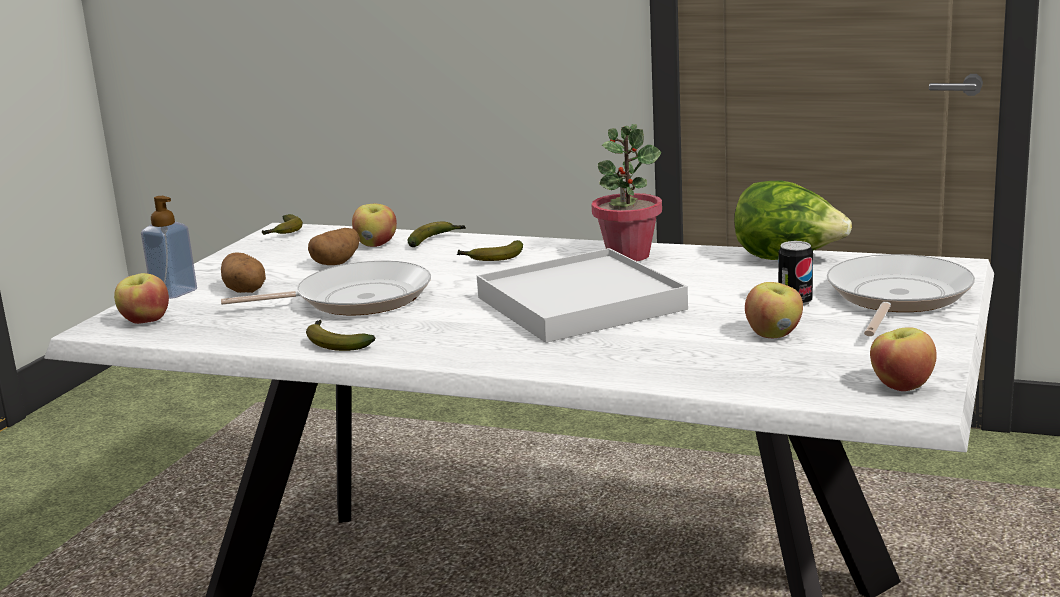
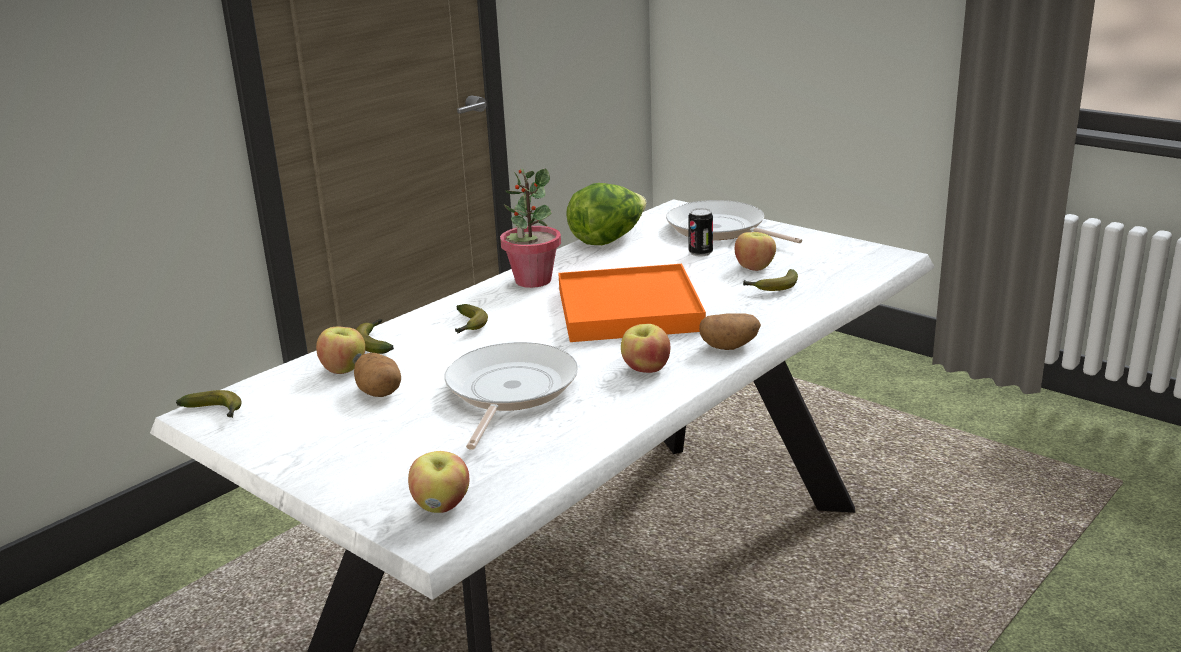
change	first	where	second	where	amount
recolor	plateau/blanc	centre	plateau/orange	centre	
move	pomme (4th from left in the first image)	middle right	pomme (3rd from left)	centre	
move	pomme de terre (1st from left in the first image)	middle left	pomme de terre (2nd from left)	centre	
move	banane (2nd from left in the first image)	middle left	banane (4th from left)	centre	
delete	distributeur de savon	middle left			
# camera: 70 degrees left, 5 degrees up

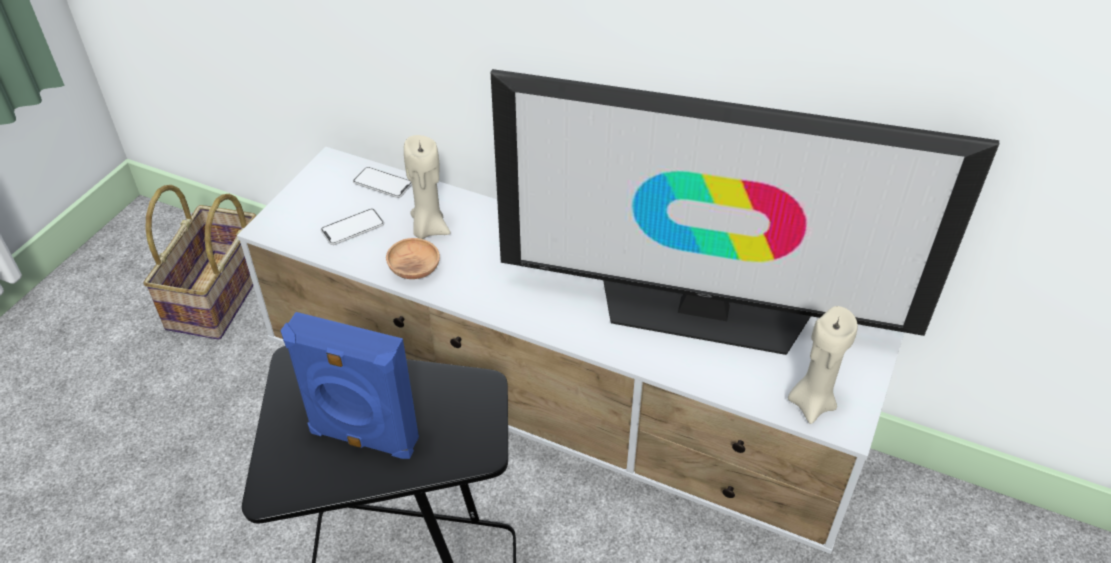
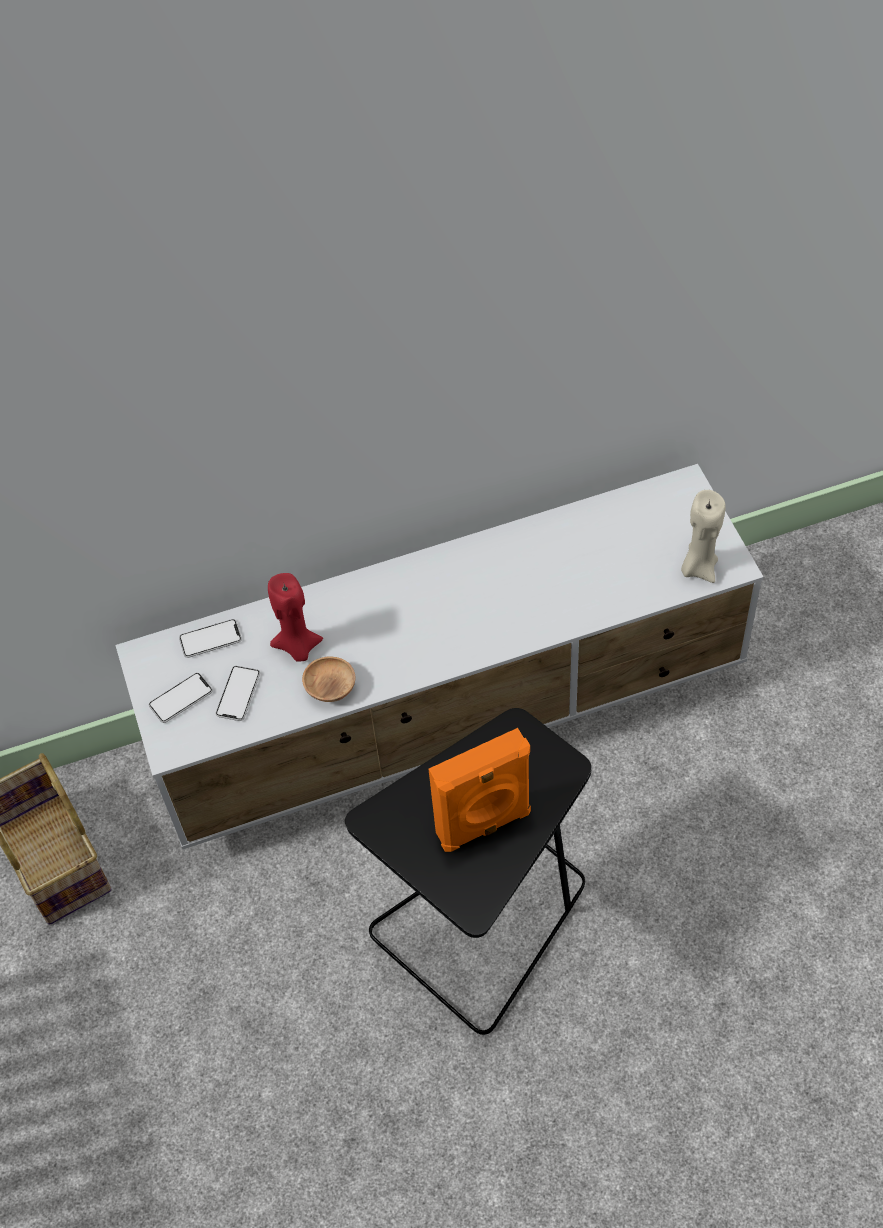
change	first	where	second	where	amount
insert			téléphone (1st from left)	middle left	
recolor	bougie/beige (1st from left)	top centre	bougie/rouge	centre	
recolor	enceinte/bleu	bottom left	enceinte/orange	centre	
delete	téléviseur	middle right			
# camera: 40 degrees left, 10 degrees up

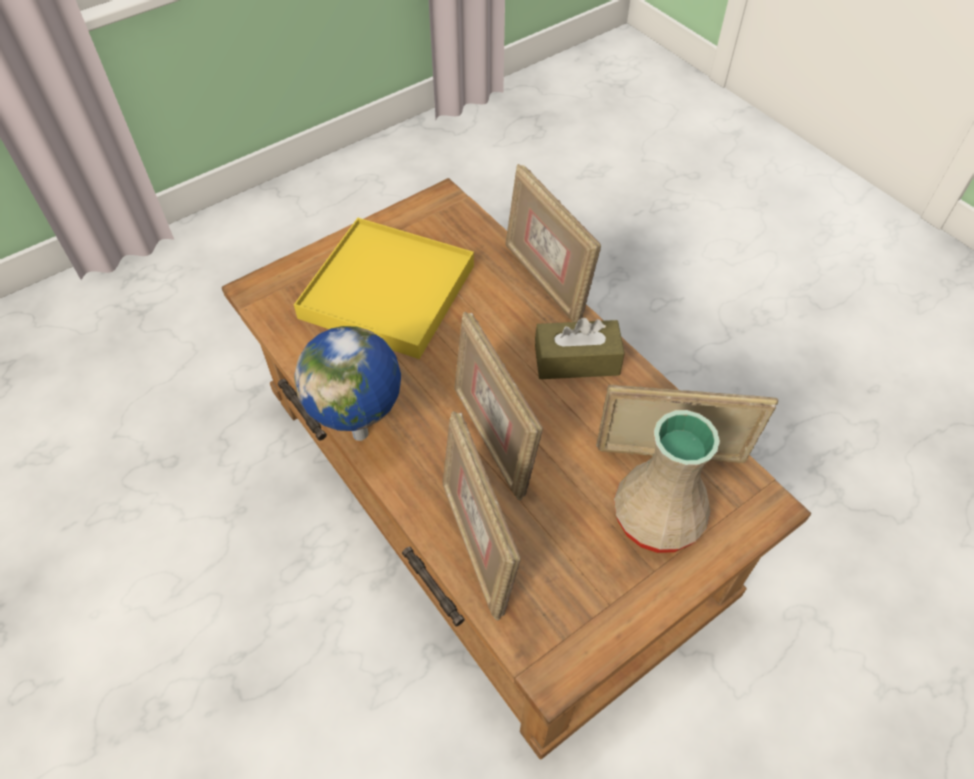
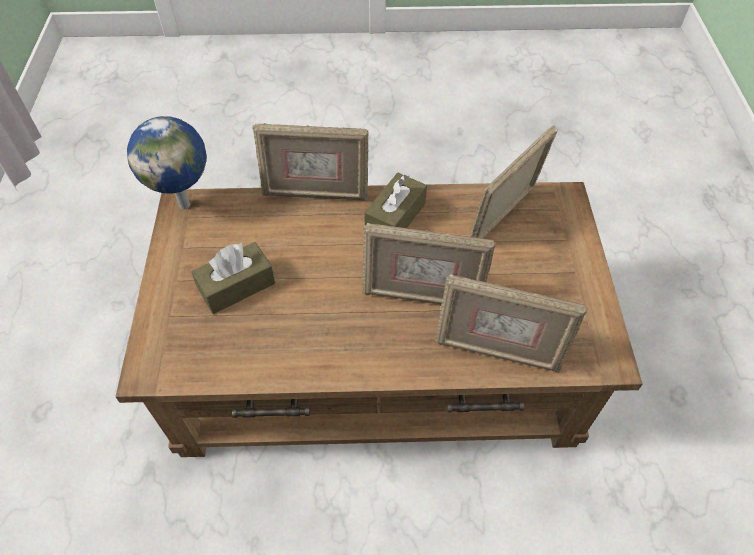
change	first	where	second	where	amount
move	globe	centre		top left	
replace	plateau/jaune	centre	boîte à mouchoirs/marron (1st from left)	middle left	
delete	vase/beige	middle right			
# camera: 55 degrees left, 0 degrees up

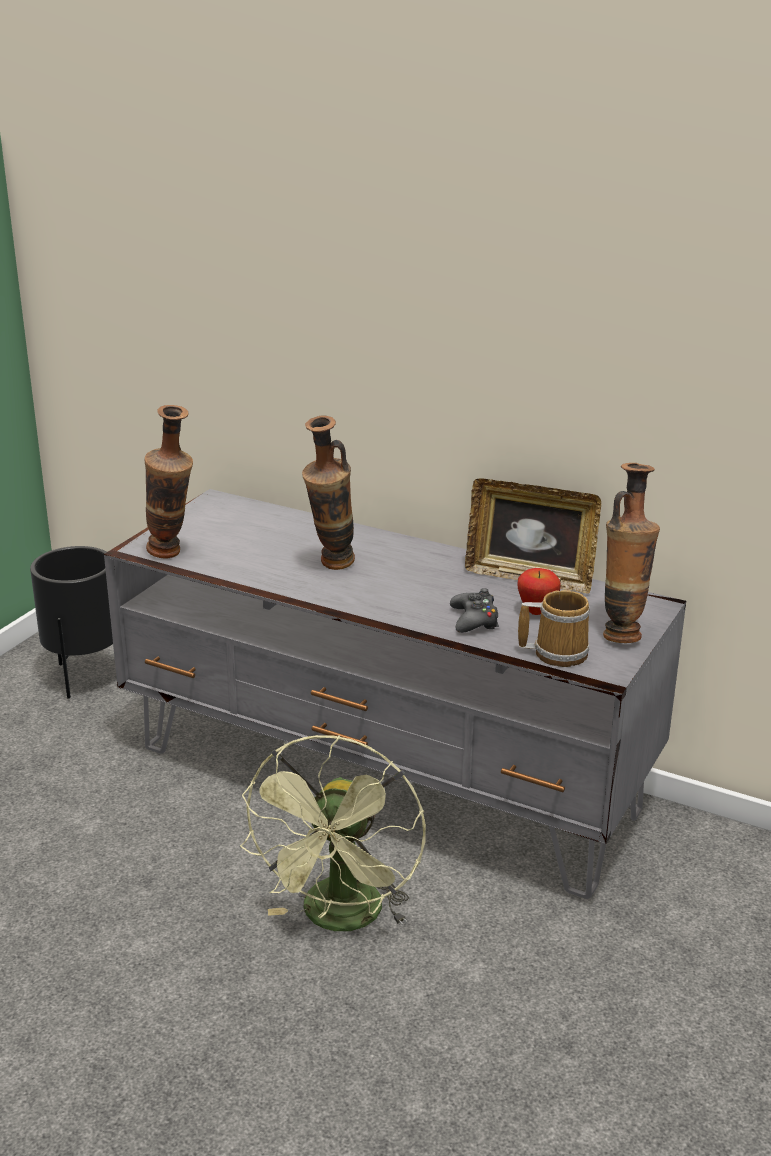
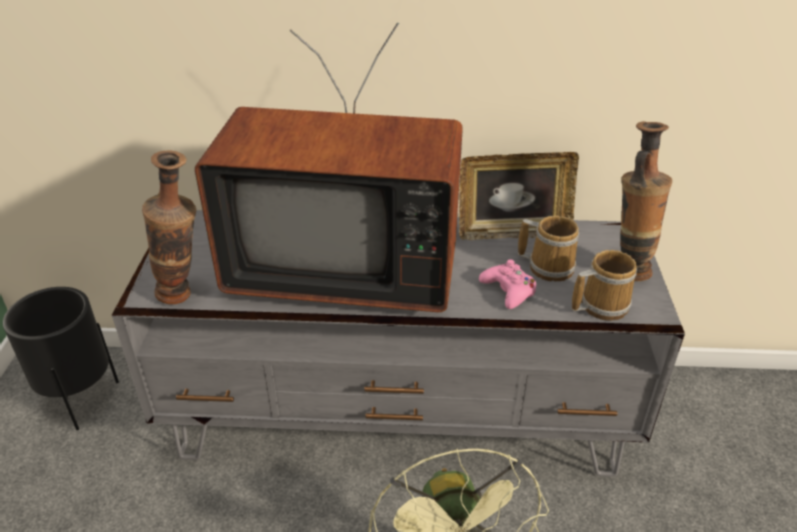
change	first	where	second	where	amount
replace	vase (2nd from left)	centre	téléviseur	top centre	
recolor	manette/noir	centre	manette/rose	centre	
replace	pomme	middle right	mug (1st from left)	middle right	
# camera: 25 degrees left, 10 degrees up

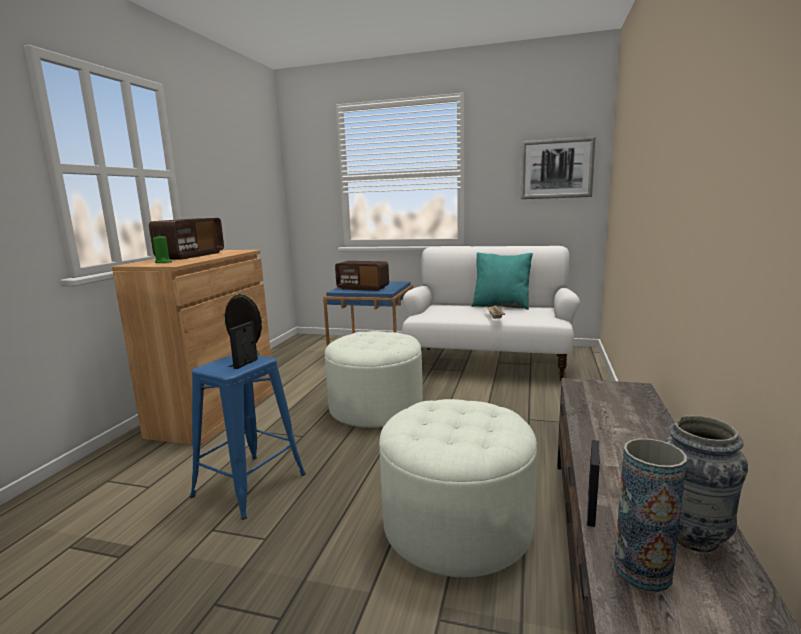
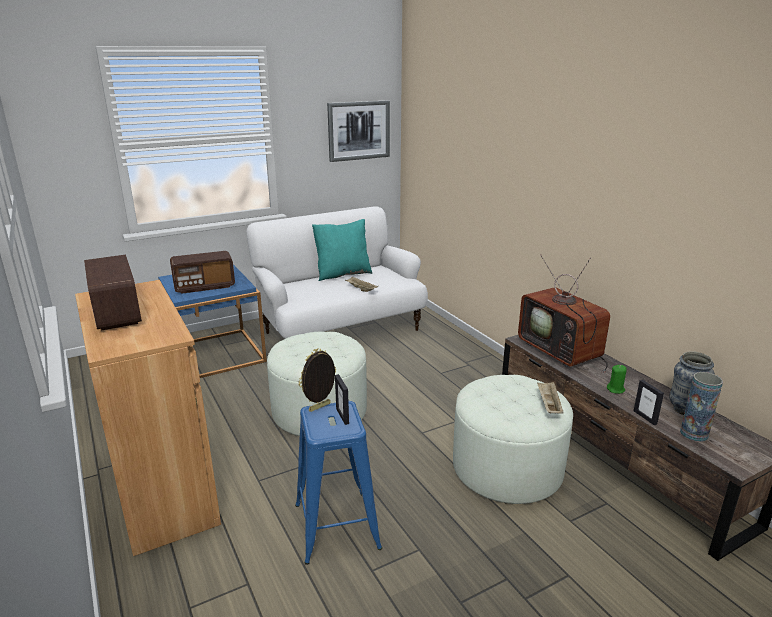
change	first	where	second	where	amount
insert			téléviseur	middle right	
insert			plateau/beige (2nd from left)	middle right	
move	bougie/vert	middle left		middle right	
# camera: 45 degrees left, 10 degrees up

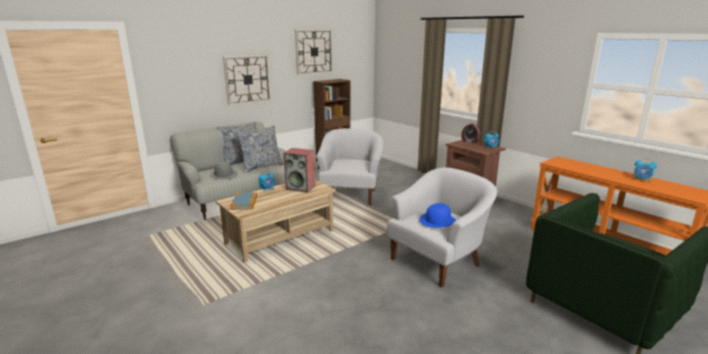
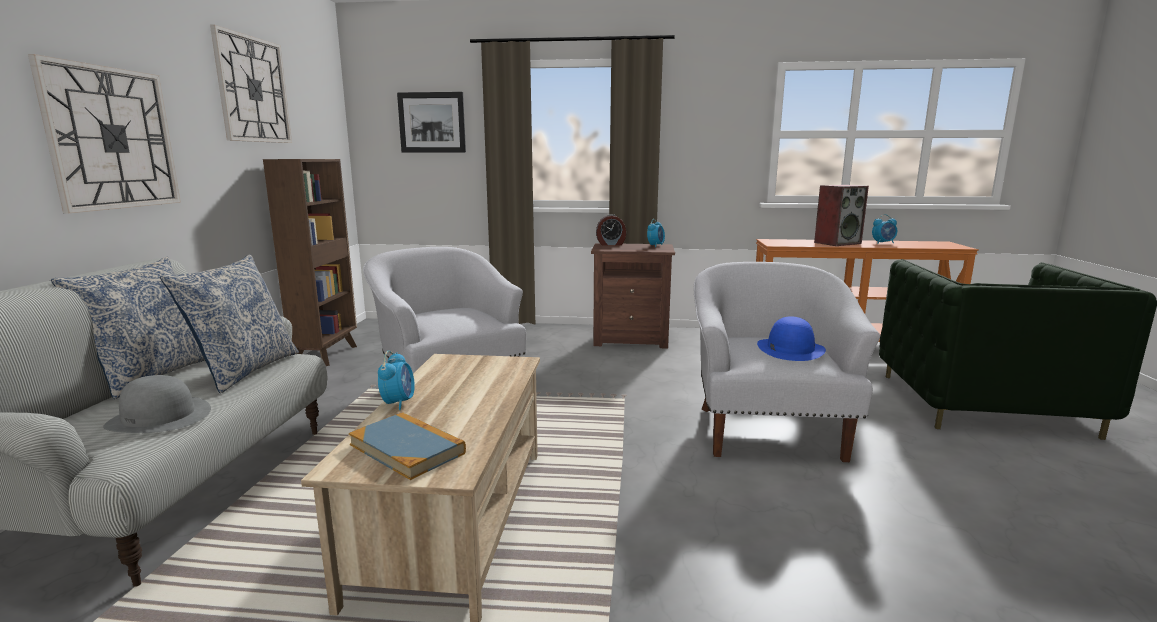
change	first	where	second	where	amount
insert			tableau	top centre	
move	enceinte	centre		middle right	
# camera: 45 degrees left, 5 degrees down

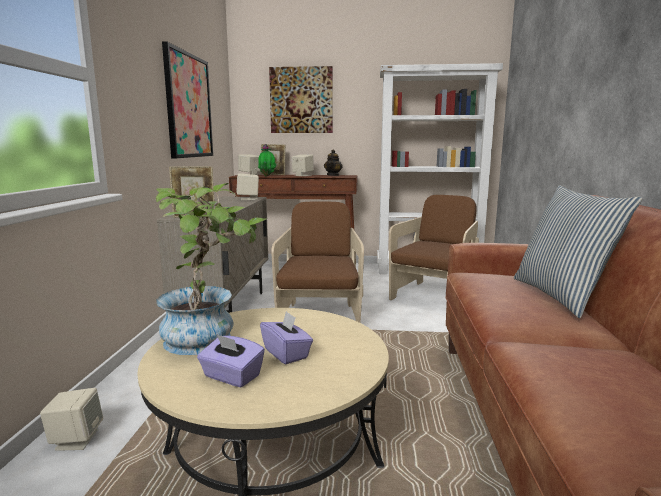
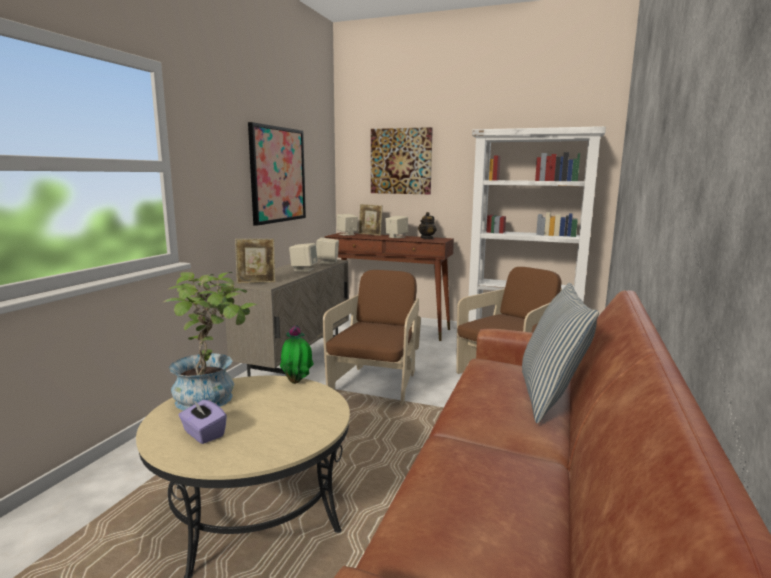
change	first	where	second	where	amount
move	plante en pot (2nd from left)	top centre		centre	
move	enceinte/beige (1st from left)	bottom left		centre	
delete	boîte à mouchoirs/violet (2nd from left)	bottom centre			
# camera: 15 degrees right, 0 degrees up

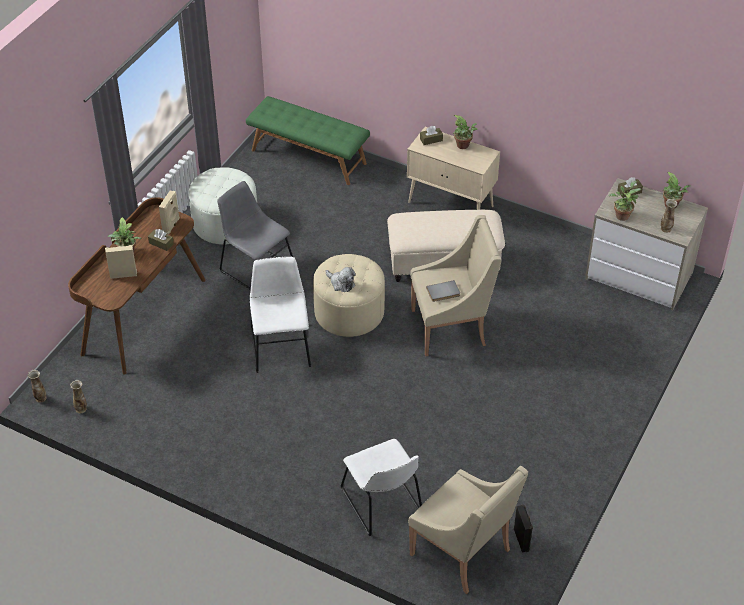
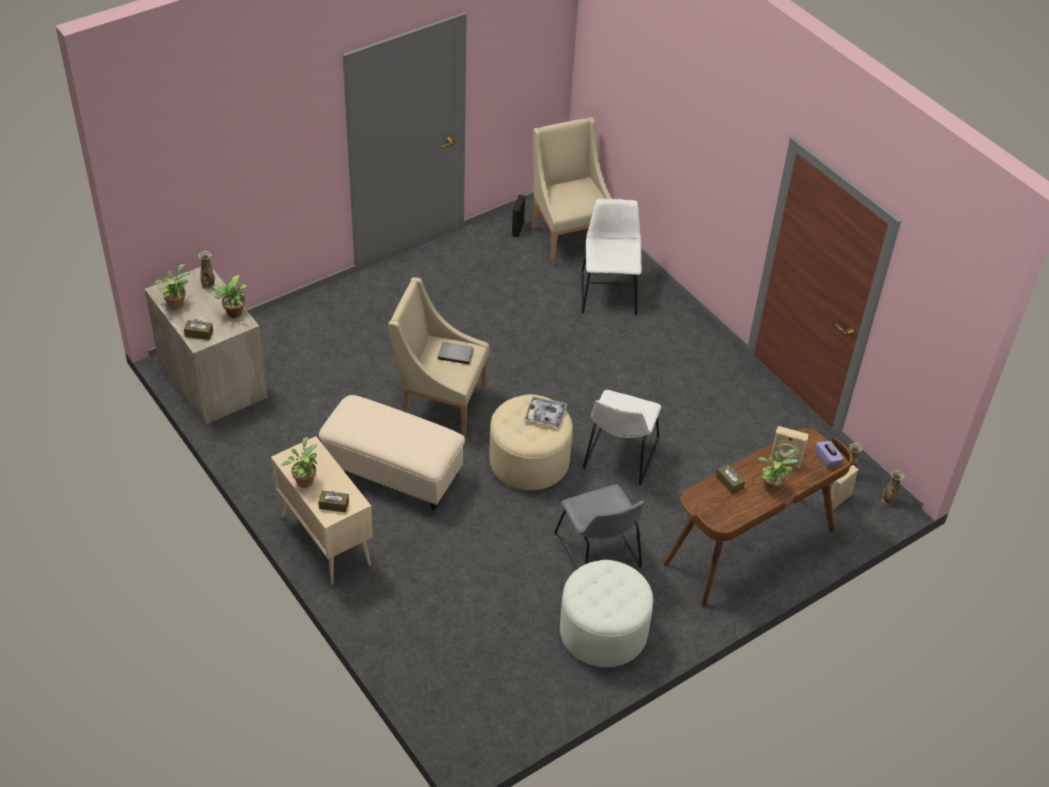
change	first	where	second	where	amount
replace	peluche	centre	plateau	centre	
insert			boîte à mouchoirs/violet	middle right	
move	enceinte/beige (2nd from left)	middle left		middle right	
delete	banc/vert	top centre			
# camera: 155 degrees left, 0 degrees up

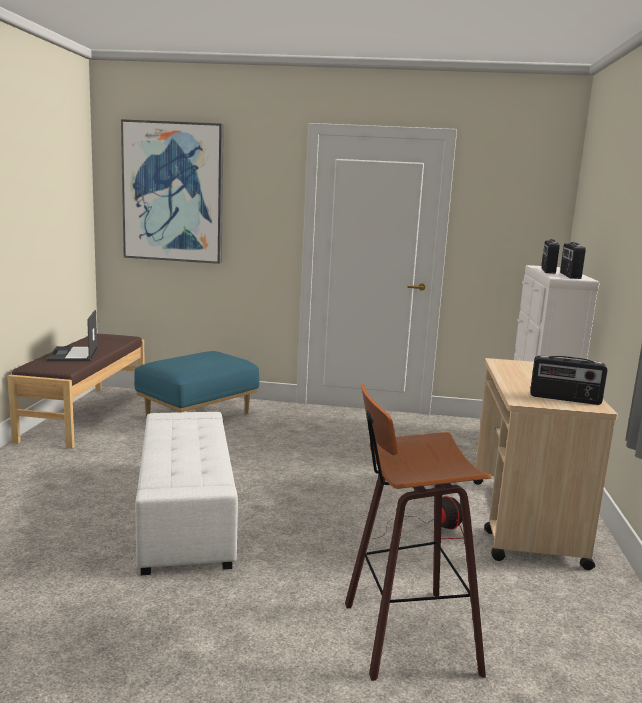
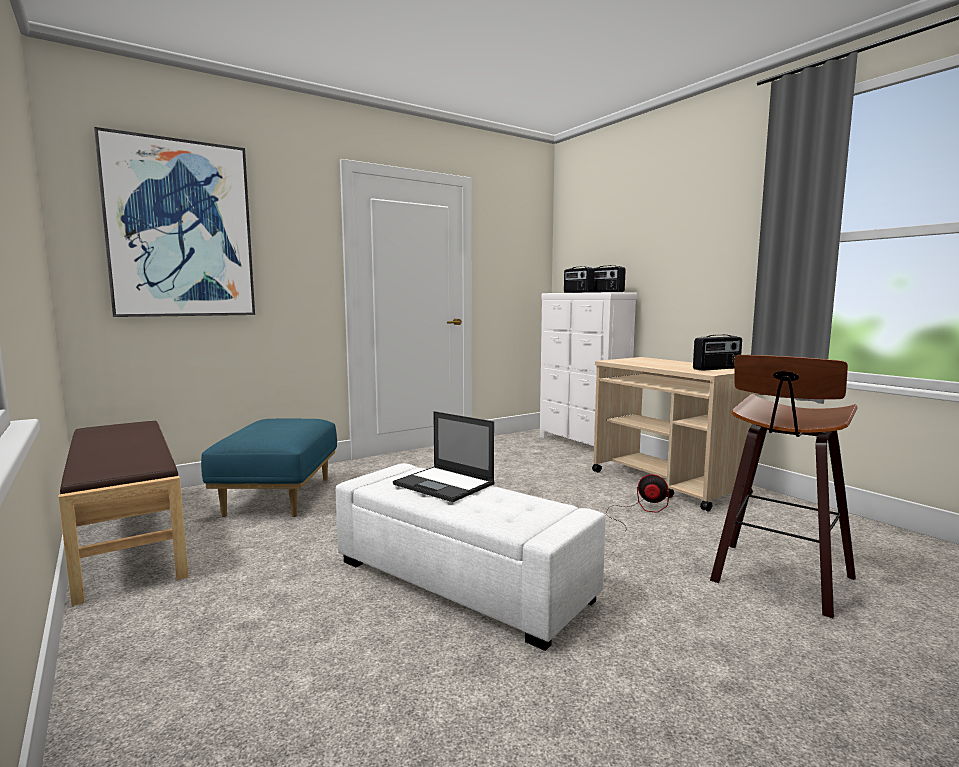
change	first	where	second	where	amount
move	ordinateur portable	middle left		centre	
# camera: 40 degrees left, 5 degrees down

